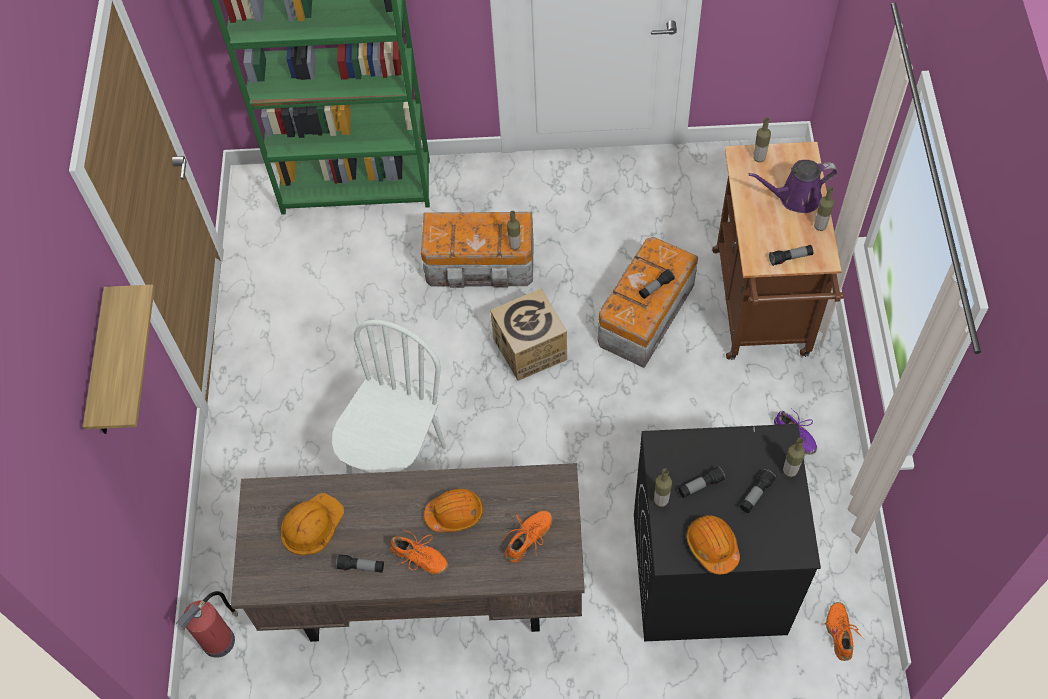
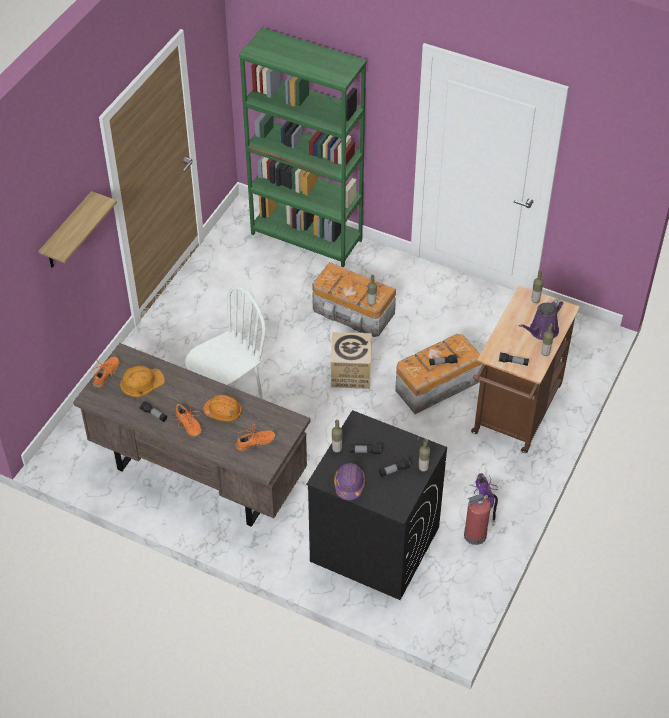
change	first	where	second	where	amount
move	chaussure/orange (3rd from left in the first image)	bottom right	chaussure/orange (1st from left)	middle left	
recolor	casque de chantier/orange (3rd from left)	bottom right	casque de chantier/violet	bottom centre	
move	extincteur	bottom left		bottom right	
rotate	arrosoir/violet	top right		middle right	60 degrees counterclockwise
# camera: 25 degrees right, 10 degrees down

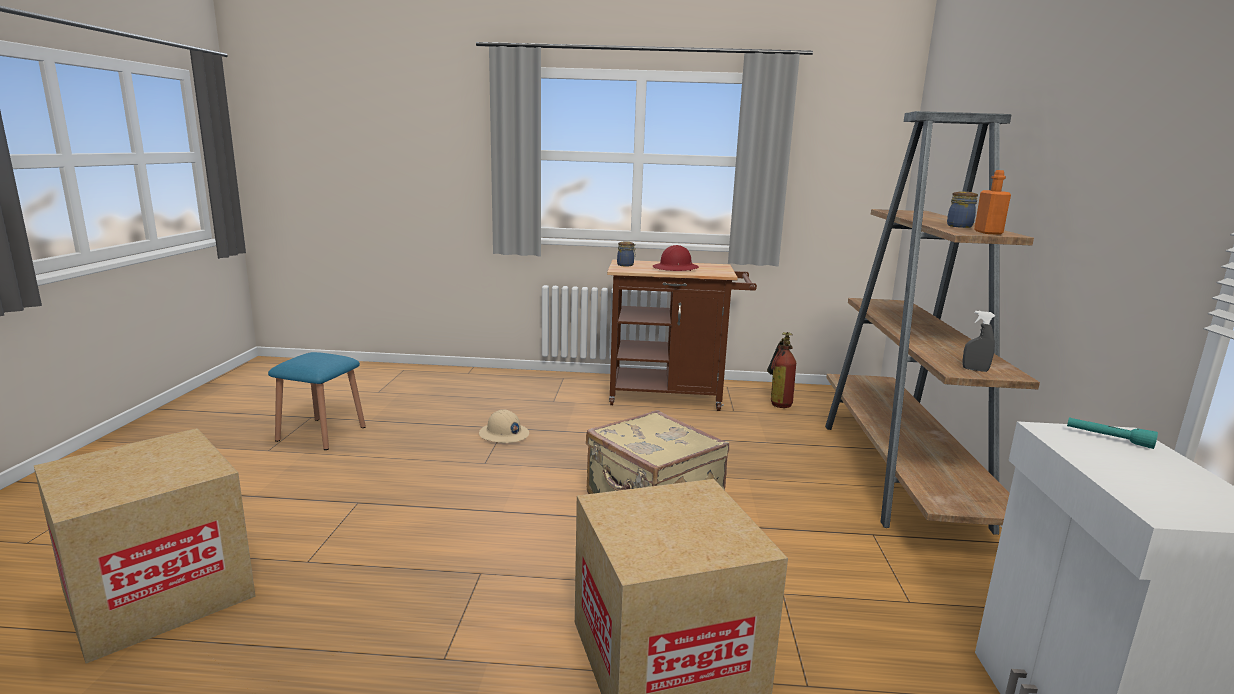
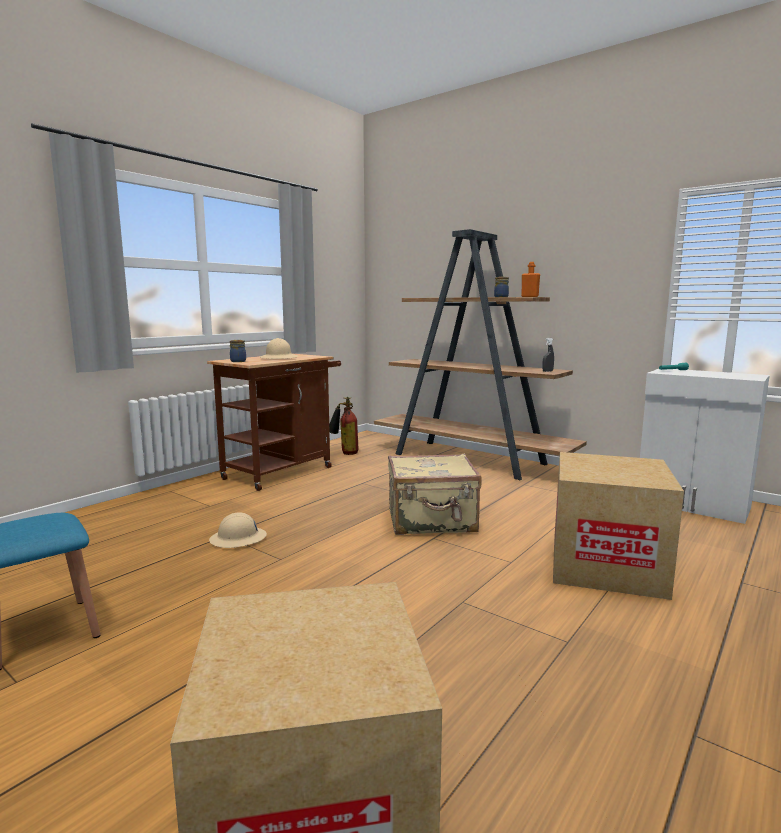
change	first	where	second	where	amount
recolor	casque de chantier/rouge	centre	casque de chantier/beige (2nd from left)	centre	
# camera: 55 degrees left, 5 degrees down

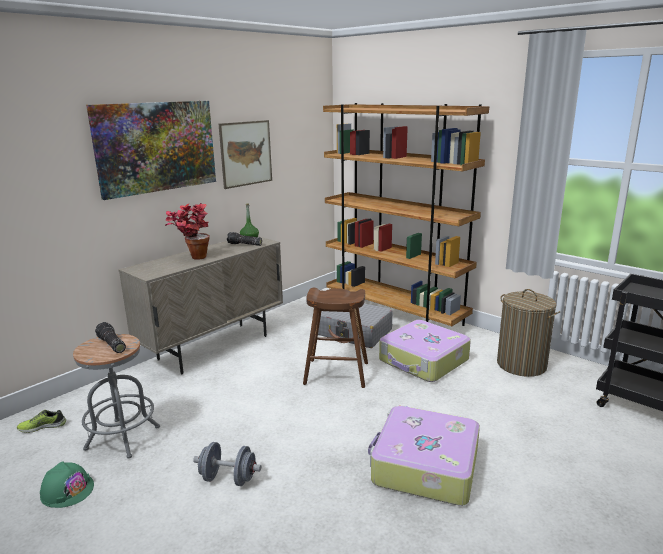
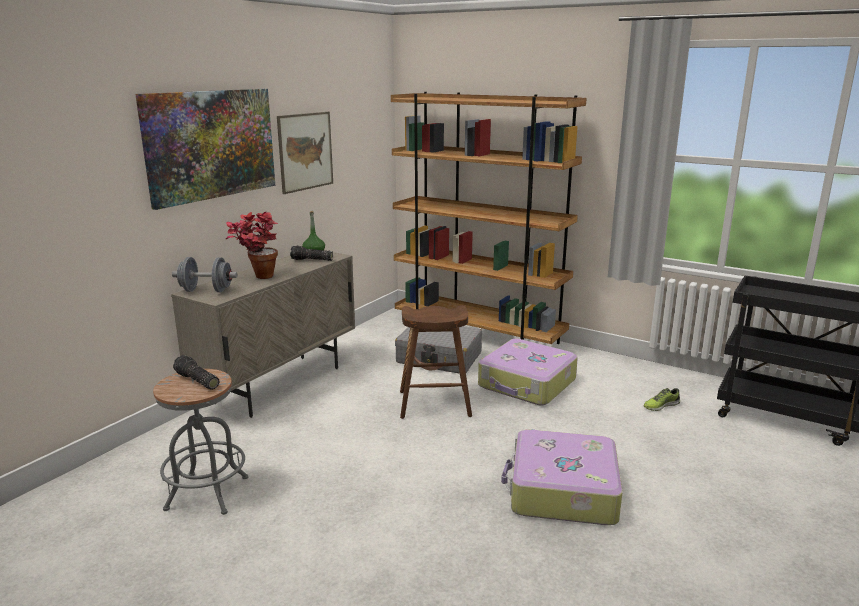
change	first	where	second	where	amount
move	haltère/gris	bottom centre		middle left	
move	chaussure	bottom left		middle right	
delete	casque de chantier/vert	bottom left			
delete	panier à linge	middle right			
# camera: 10 degrees left, 0 degrees up

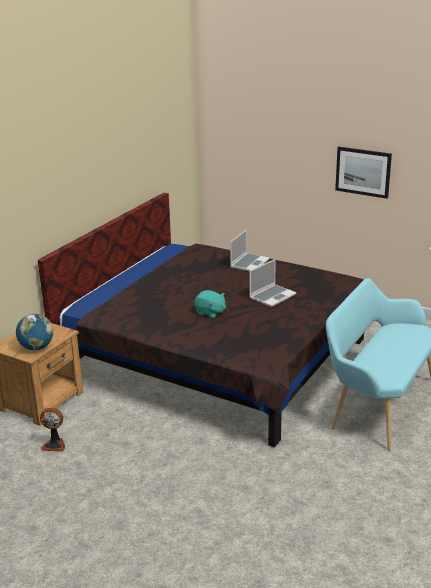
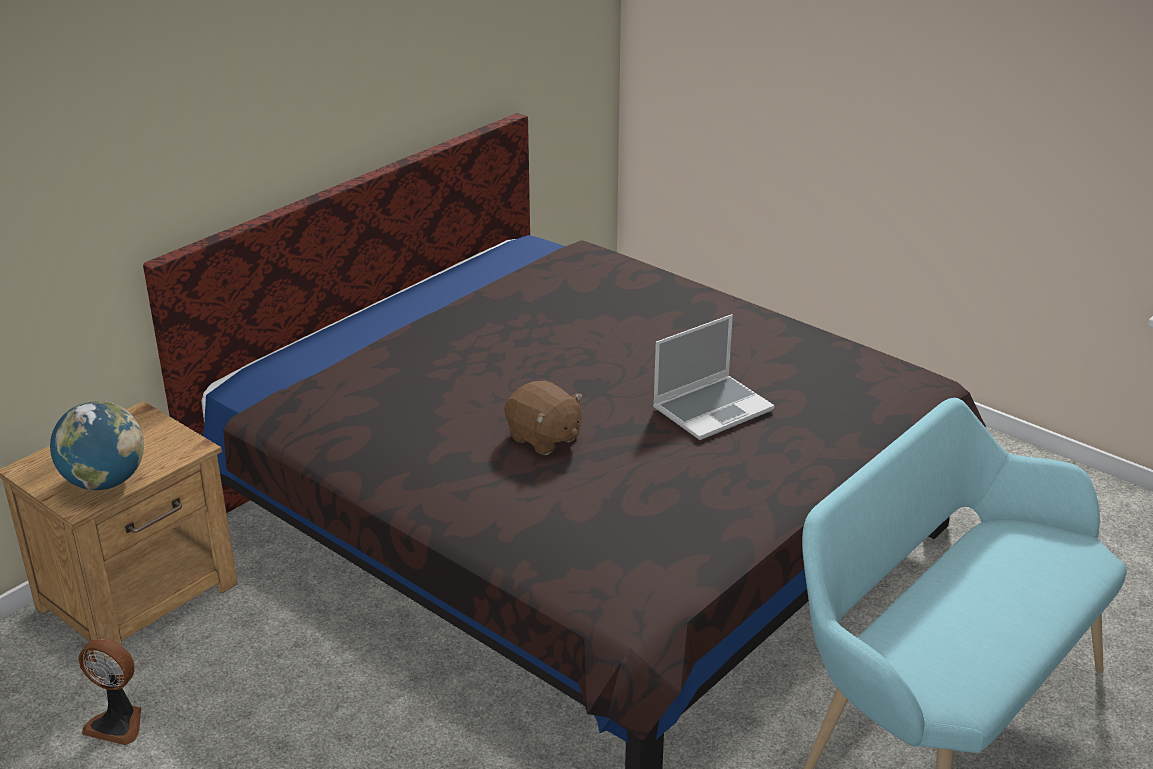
change	first	where	second	where	amount
recolor	peluche/turquoise	centre	peluche/marron	centre	
delete	ordinateur portable (1st from left)	centre			
delete	tableau	top right			
# camera: 10 degrees right, 5 degrees up

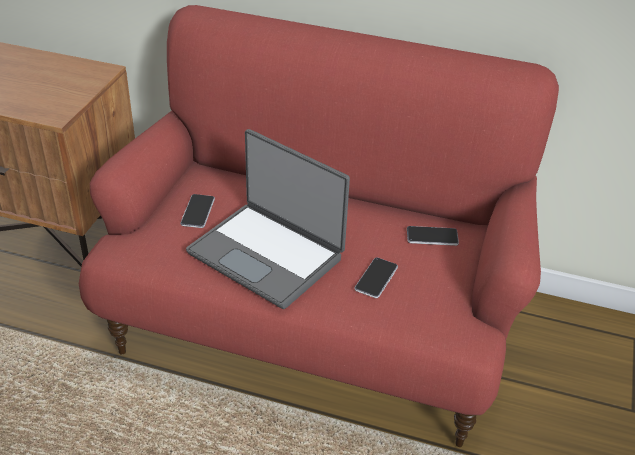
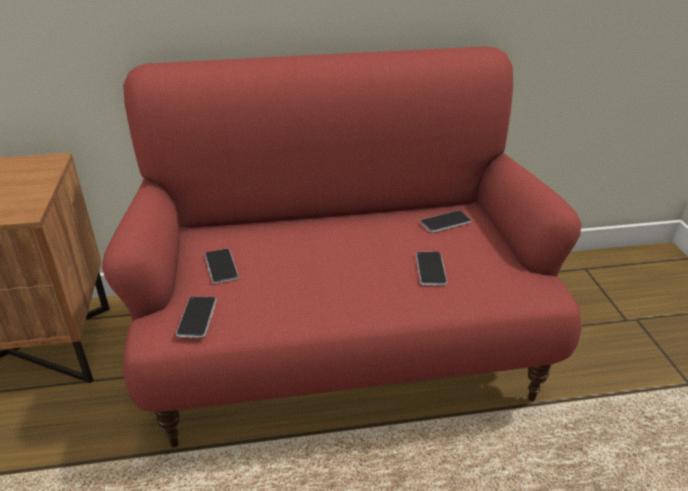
change	first	where	second	where	amount
insert			téléphone (1st from left)	middle left	
delete	ordinateur portable	centre			
# camera: 25 degrees left, 5 degrees down

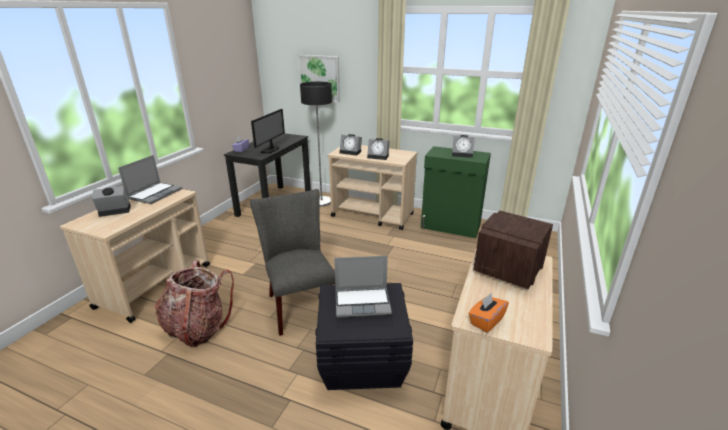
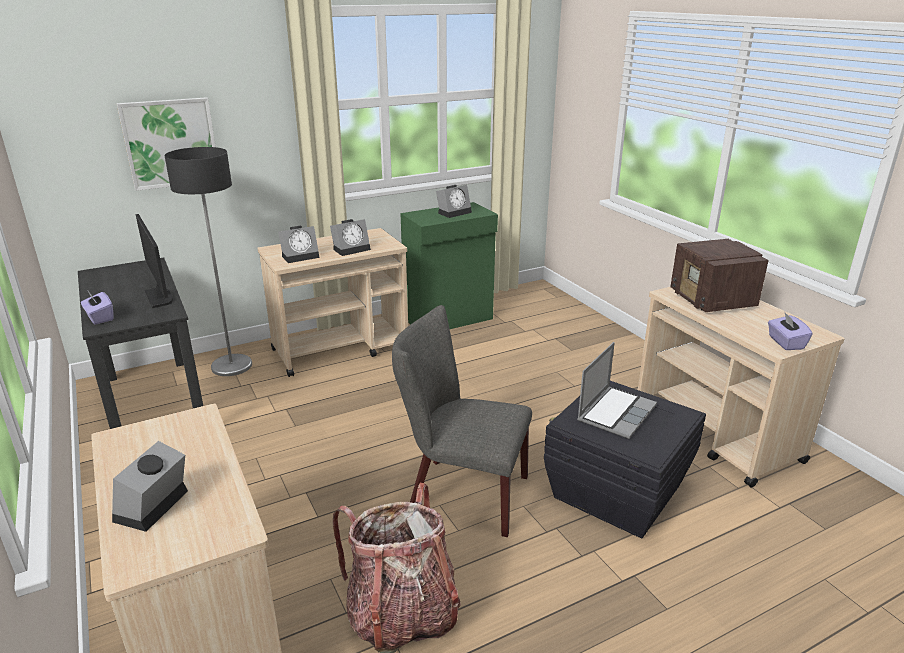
change	first	where	second	where	amount
recolor	boîte à mouchoirs/orange	bottom right	boîte à mouchoirs/violet (2nd from left)	middle right	
delete	ordinateur portable (1st from left)	middle left			
# camera: 50 degrees left, 0 degrees up

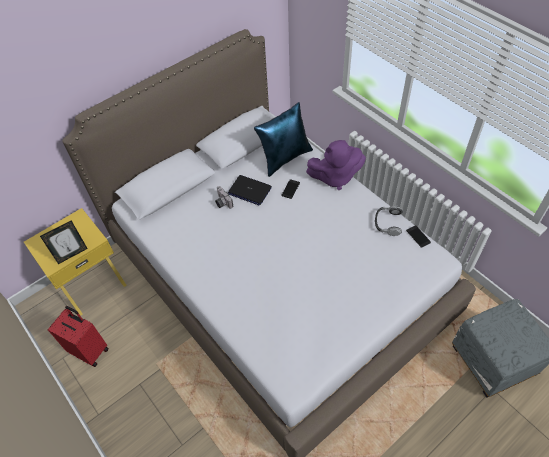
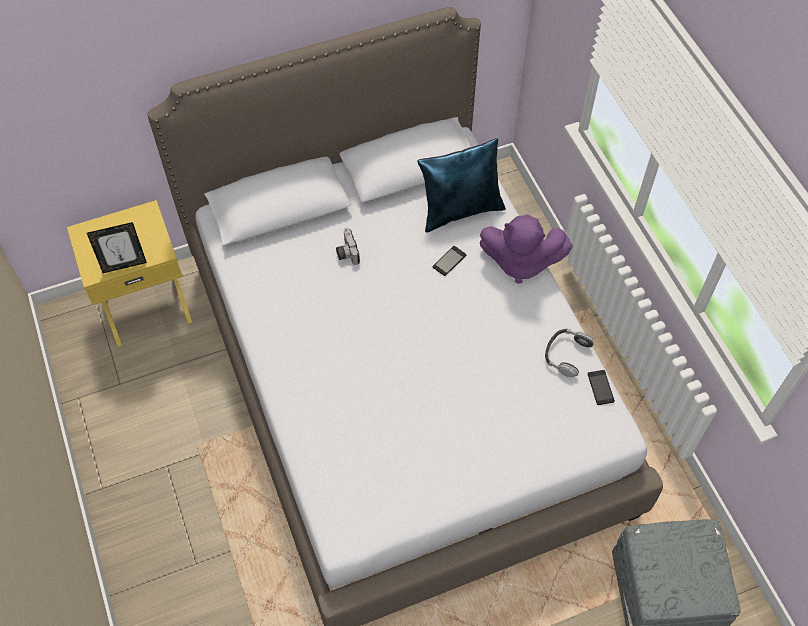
change	first	where	second	where	amount
delete	valise/rouge	bottom left			
delete	ordinateur portable	centre			
# camera: 15 degrees right, 5 degrees up

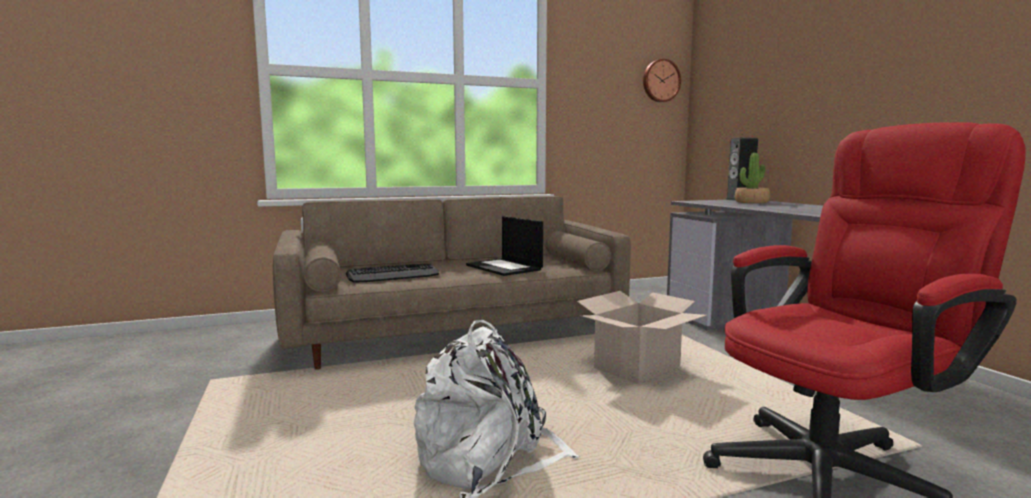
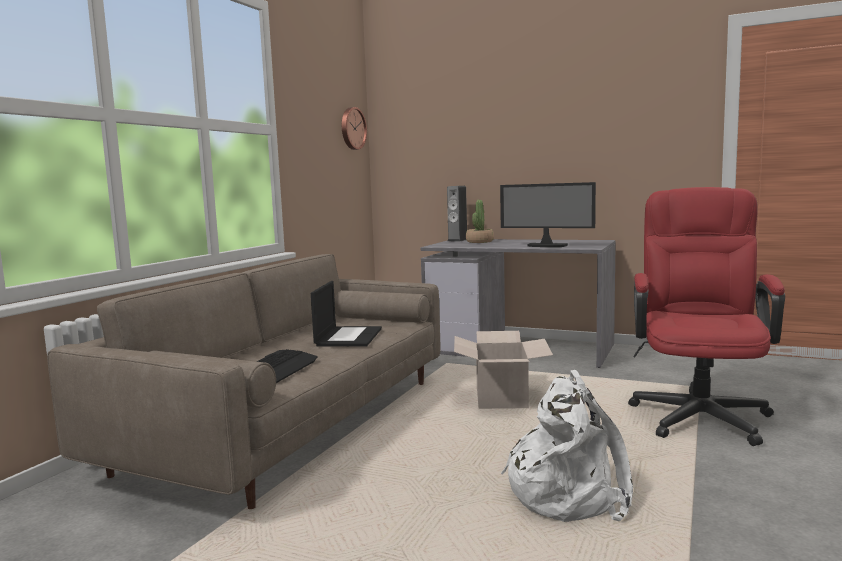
change	first	where	second	where	amount
rotate	ordinateur portable	centre		centre	90 degrees counterclockwise
insert			écran d'ordinateur	centre	
# camera: 45 degrees left, 0 degrees up

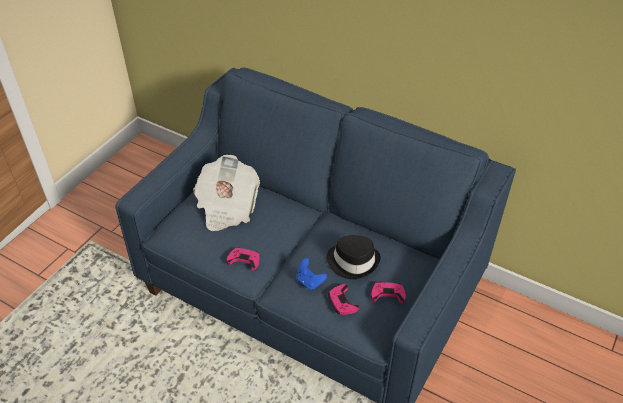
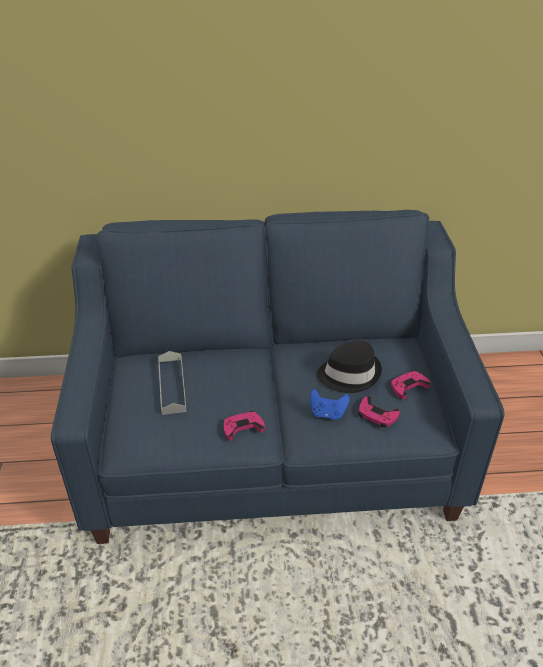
change	first	where	second	where	amount
replace	journal	centre	plateau/gris	middle left	
# camera: 35 degrees left, 5 degrees down

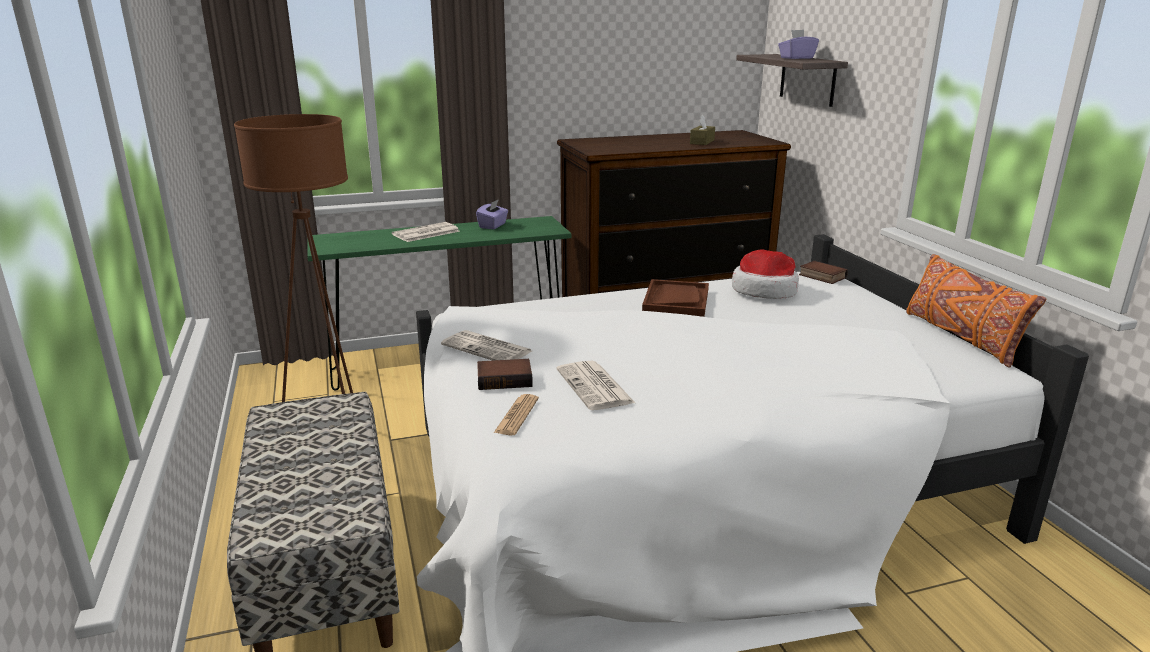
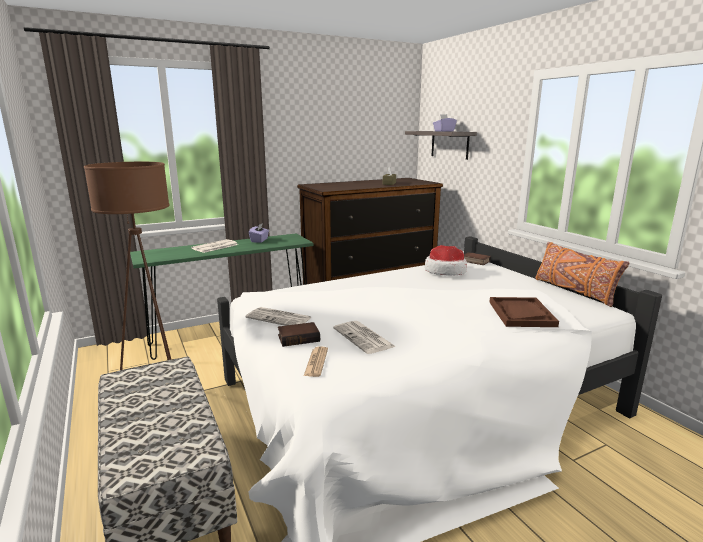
change	first	where	second	where	amount
move	plateau/marron	centre		middle right	
# camera: 10 degrees left, 5 degrees down

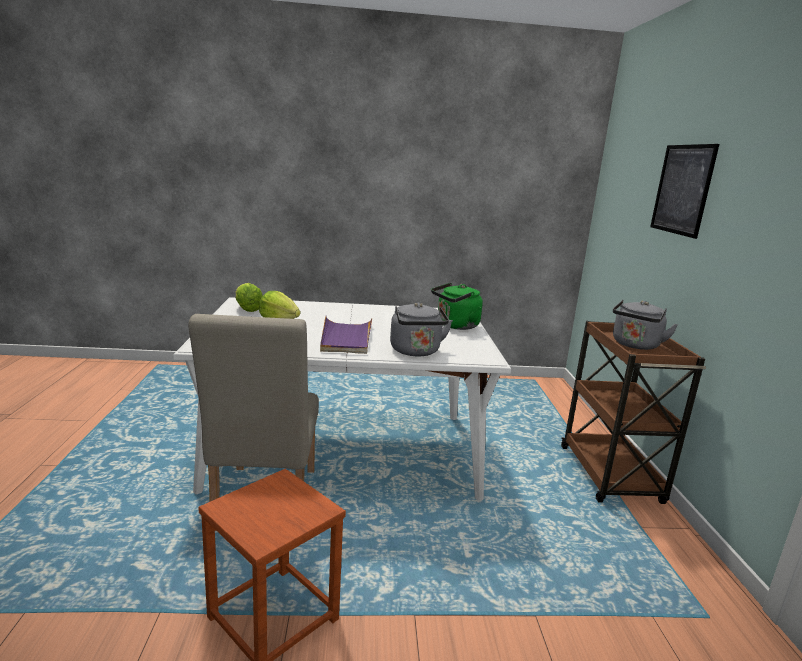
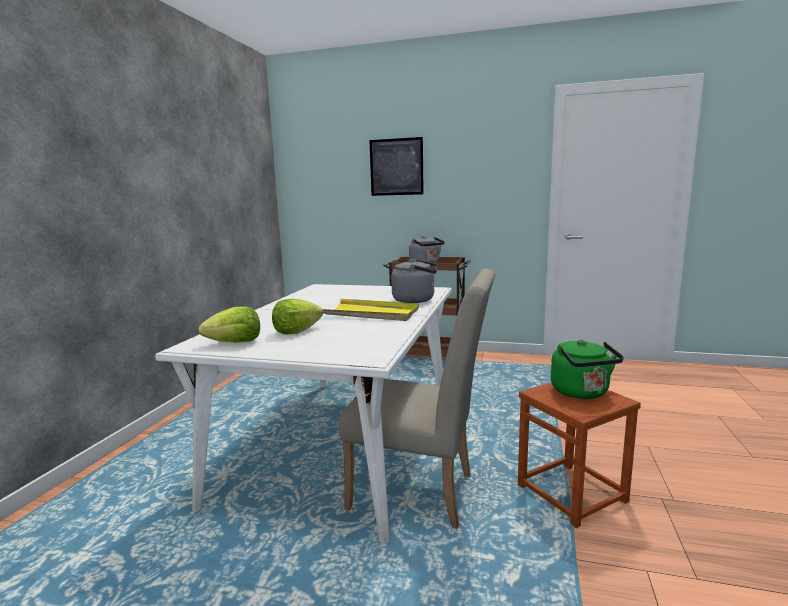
change	first	where	second	where	amount
recolor	plateau/violet	centre	plateau/jaune	centre	
move	bouilloire/vert	centre		middle right	
# camera: 70 degrees left, 5 degrees down

